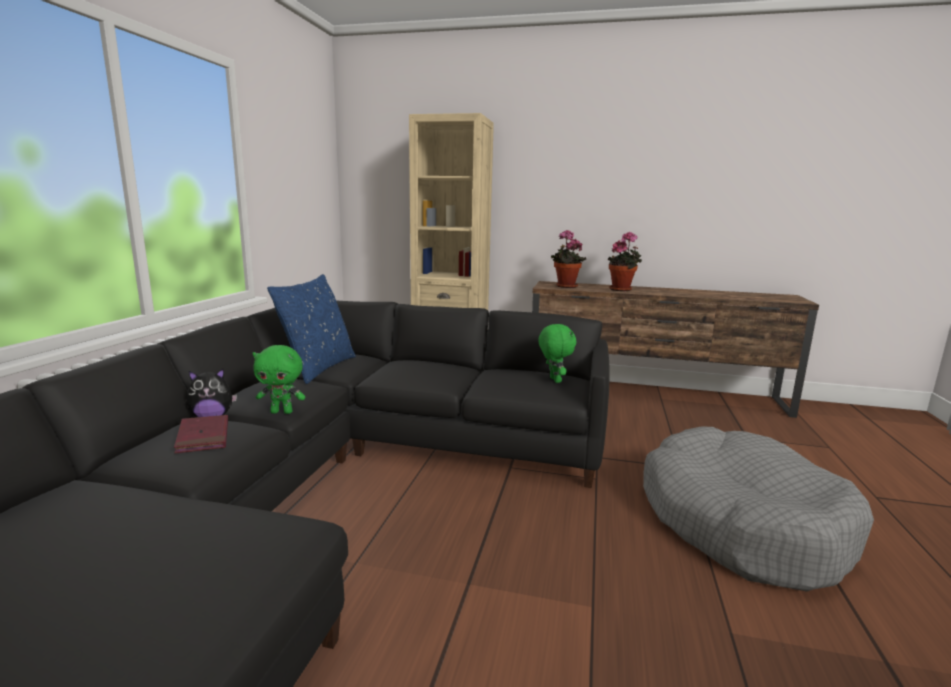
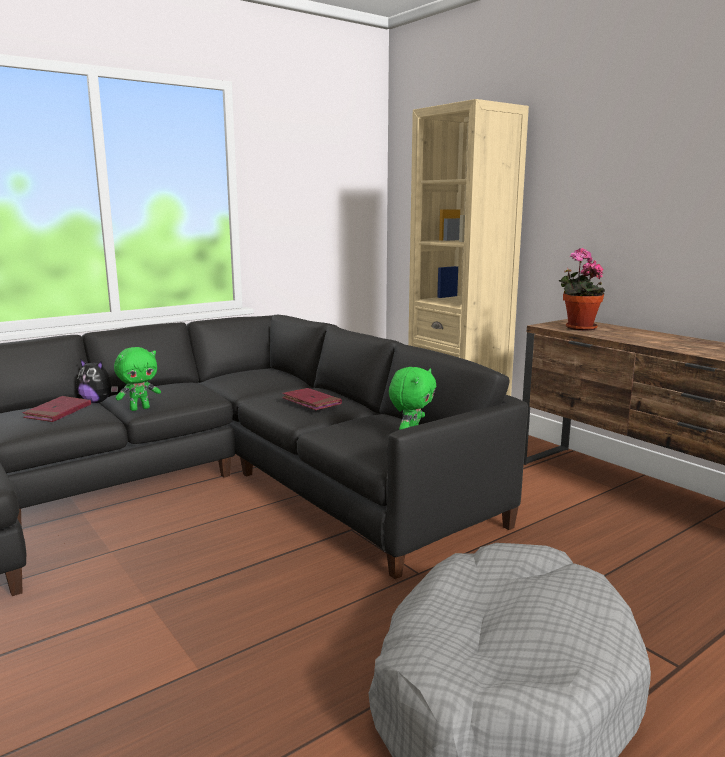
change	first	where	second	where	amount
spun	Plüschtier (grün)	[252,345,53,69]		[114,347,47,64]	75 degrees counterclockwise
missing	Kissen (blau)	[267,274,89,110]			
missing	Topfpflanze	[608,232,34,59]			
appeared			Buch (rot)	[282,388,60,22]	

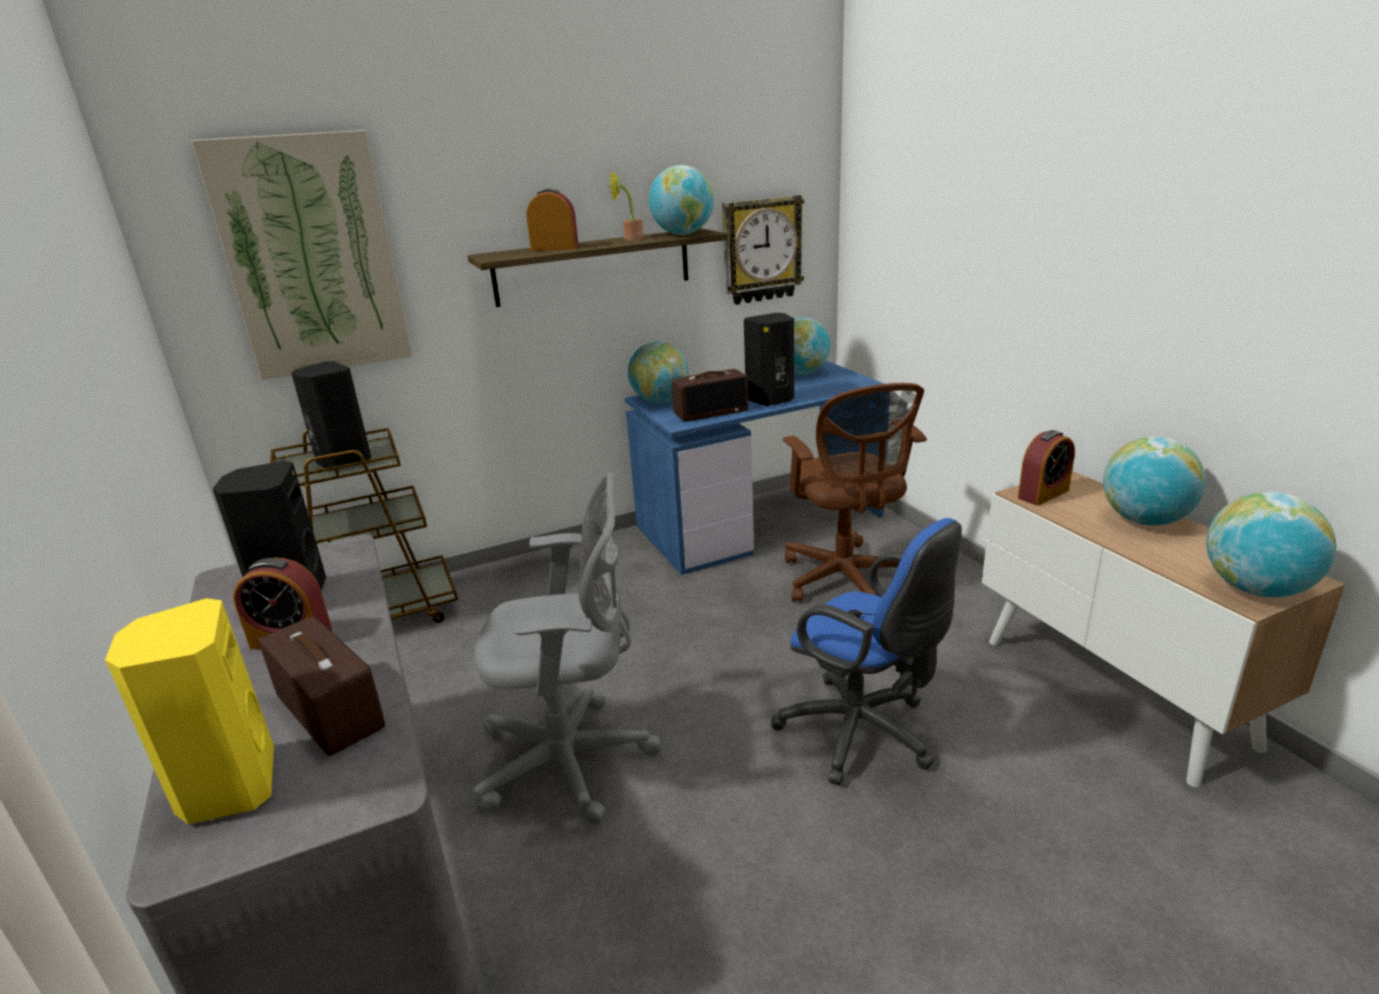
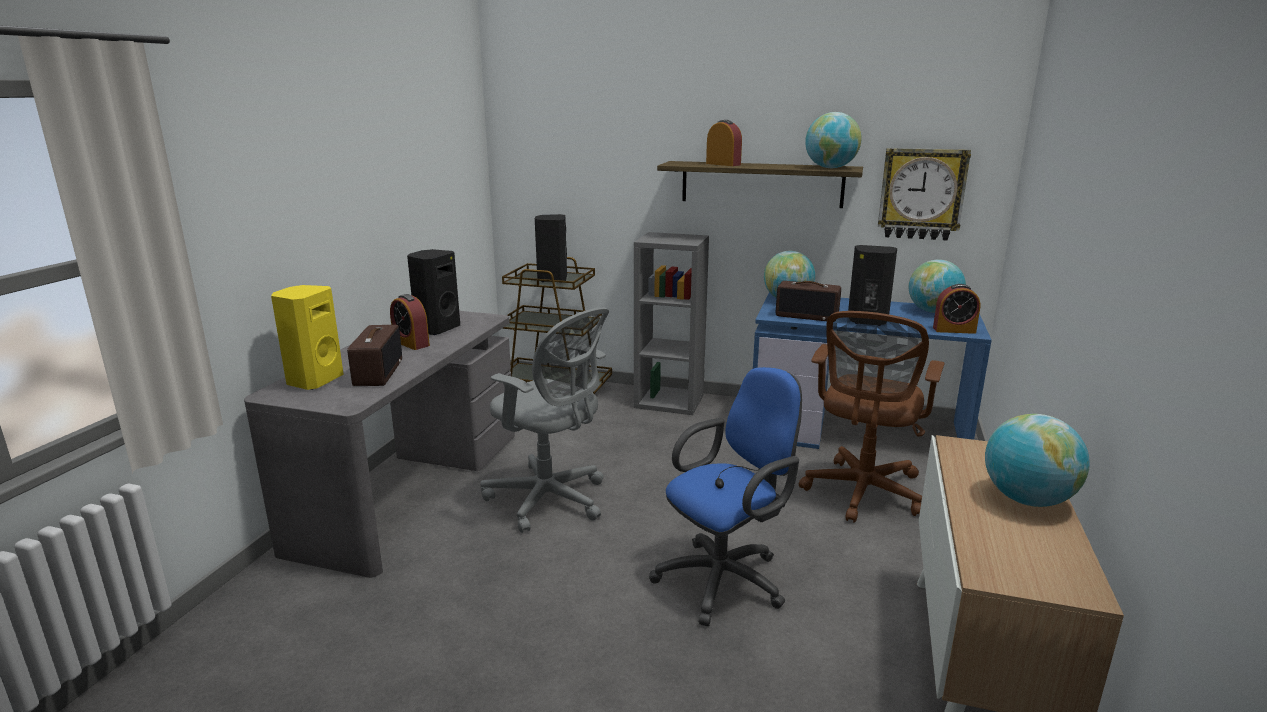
change	first	where	second	where	amount
missing	Bild	[191,130,221,250]			
missing	Topfpflanze	[608,171,36,69]			
spun	Bürostuhl (blau)	[771,518,191,267]		[649,367,153,259]	120 degrees counterclockwise
relocated	Wecker	[1018,430,57,76]		[933,284,47,50]	
missing	Globus	[1206,492,131,105]			
appeared			Bücherregal (grau)	[634,232,75,183]	

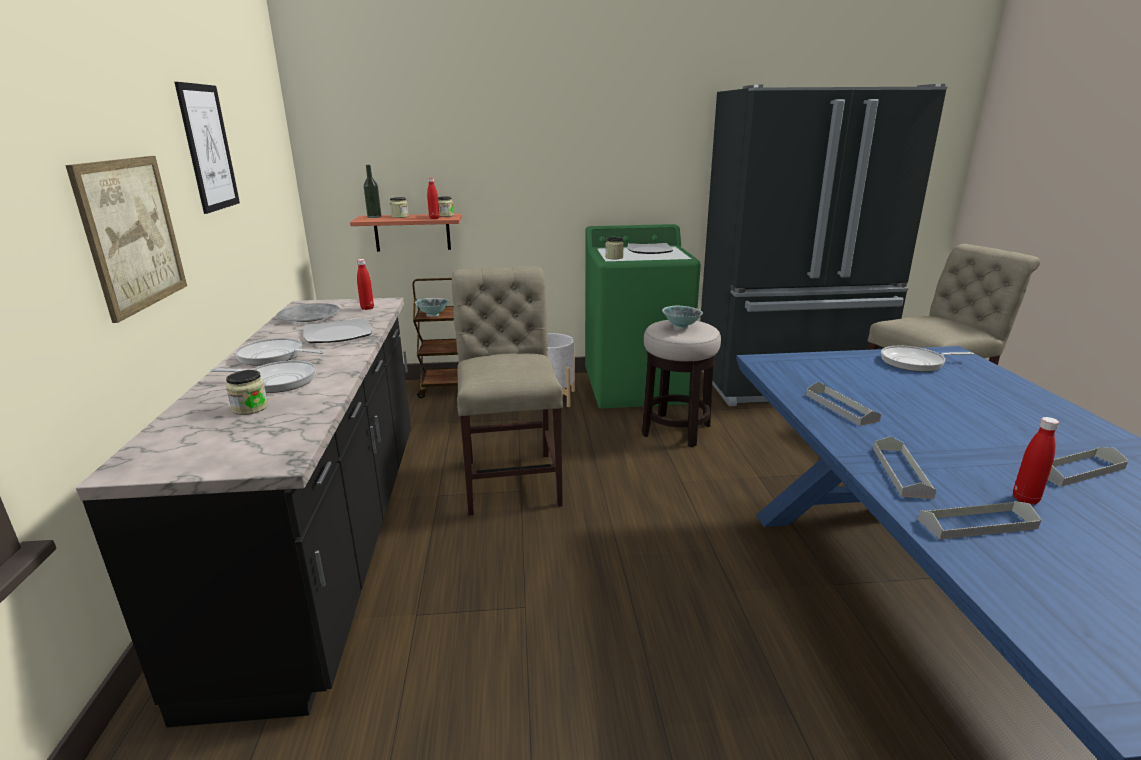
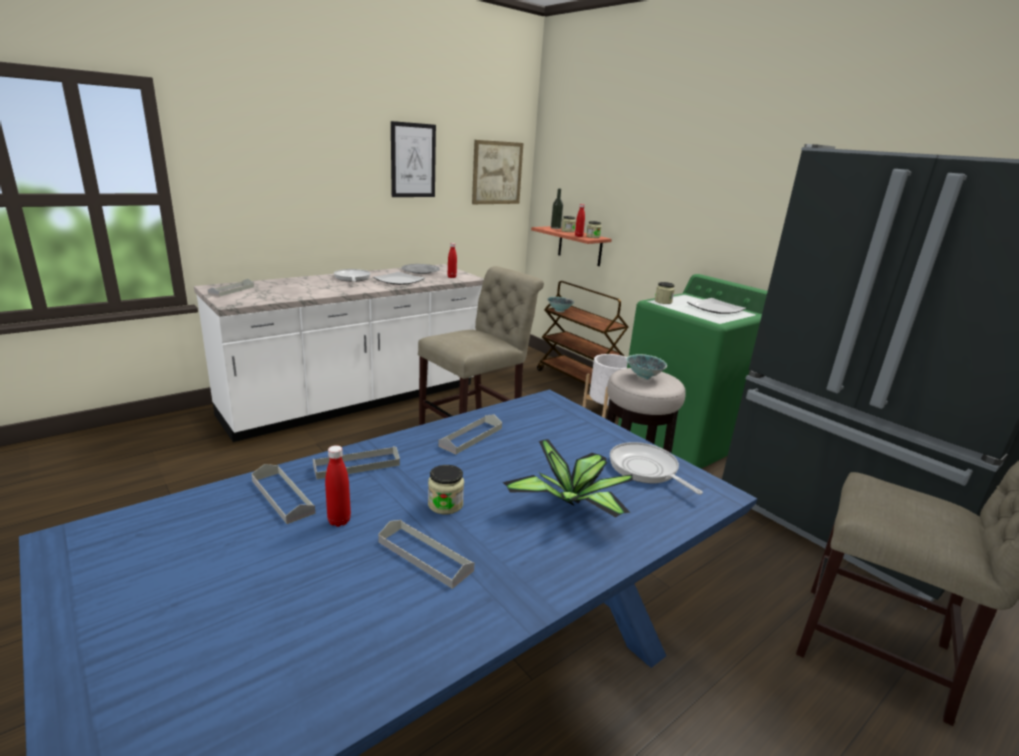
change	first	where	second	where	amount
relocated	Bild	[65,156,122,167]		[472,140,51,64]	
colour	Küchenzeile (schwarz)	[76,297,335,430]	Küchenzeile (weiß)	[194,264,290,178]	
missing	Pfanne	[210,360,106,33]			
relocated	Vorratsglas	[226,370,42,45]		[428,465,36,49]	
appeared			Tablett (grau)	[207,279,47,18]	
appeared			Topfpflanze	[502,439,131,79]	

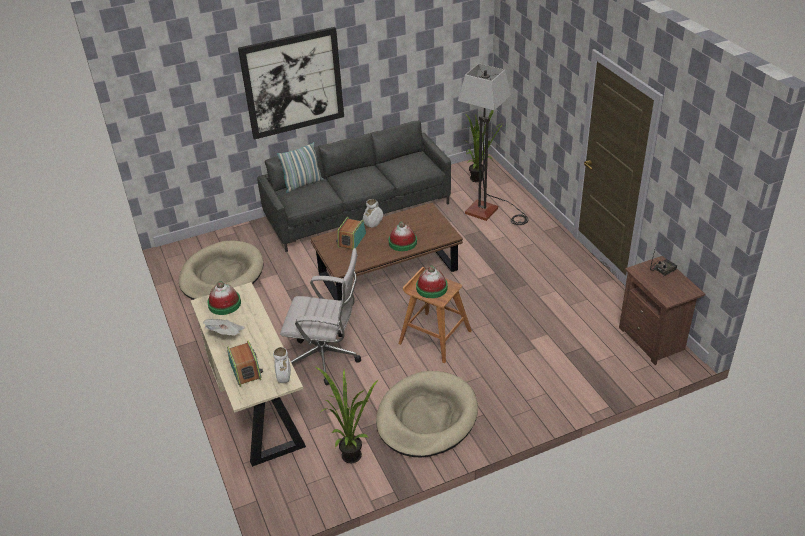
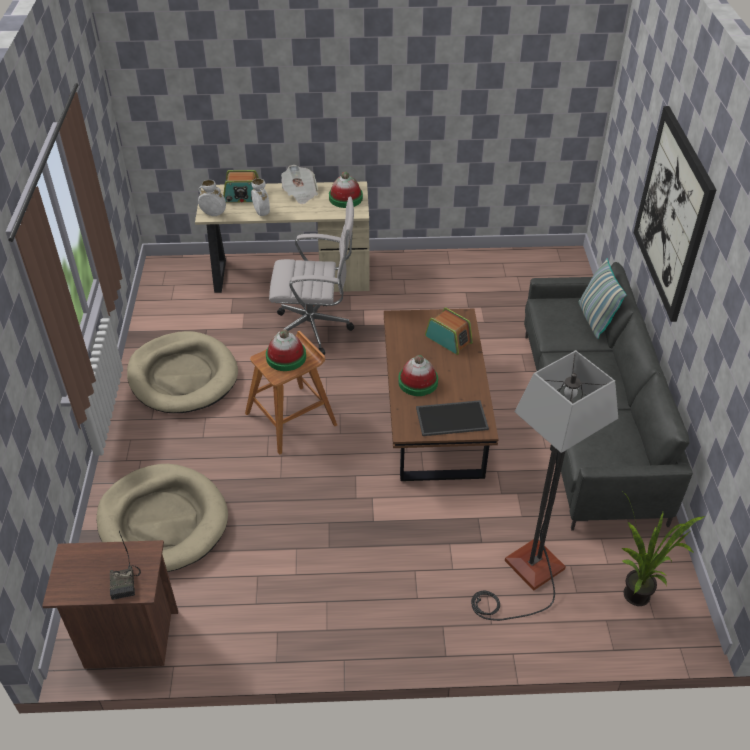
change	first	where	second	where	amount
relocated	Hundebett (beige)	[179,240,84,60]		[96,464,132,108]	
spun	Bürostuhl (weiß)	[280,248,81,137]		[269,197,85,158]	120 degrees counterclockwise
missing	Topfpflanze	[314,366,64,97]			
relocated	Vase (weiß)	[363,199,20,29]		[251,178,19,38]	
appeared			Tablett	[416,400,73,36]	

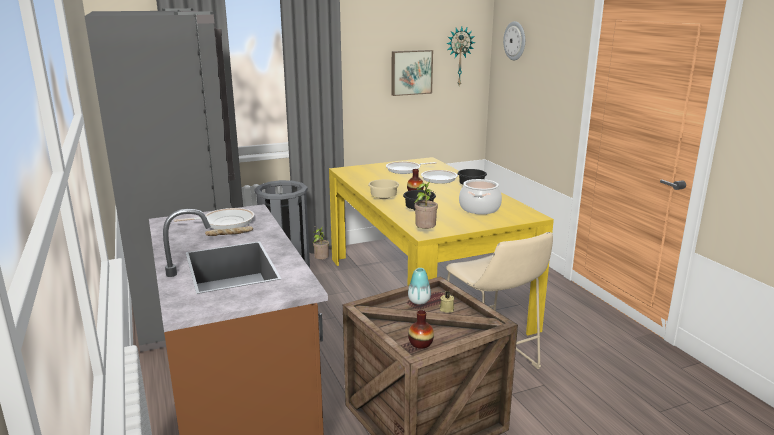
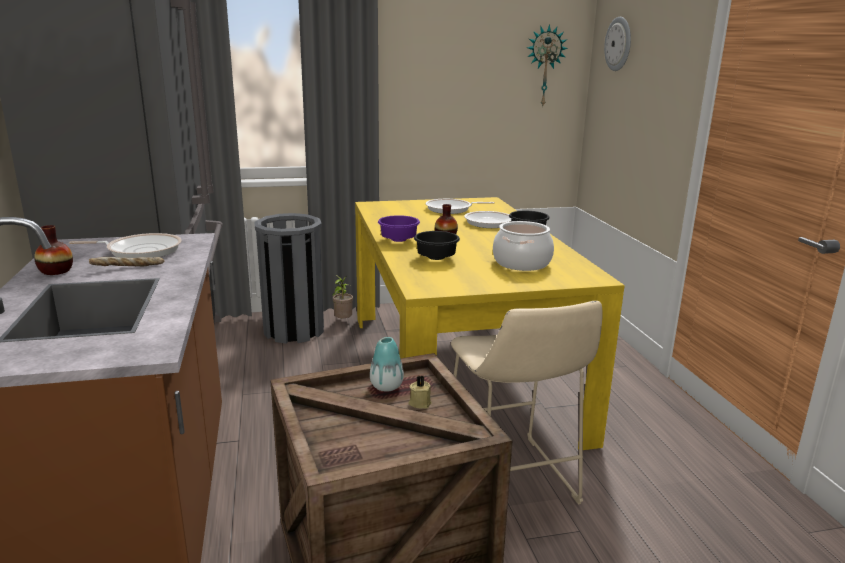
change	first	where	second	where	amount
colour	Schüssel (beige)	[368,179,31,20]	Schüssel (lila)	[378,215,42,27]	
missing	Bild	[392,50,41,46]			
relocated	Vase	[408,310,26,39]		[34,225,39,50]	
missing	Topfpflanze	[414,179,24,50]			

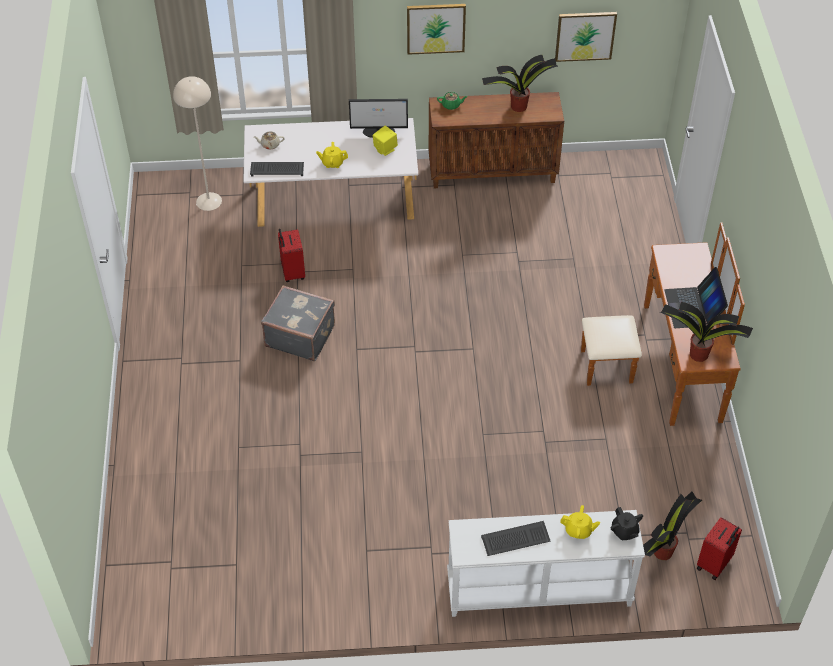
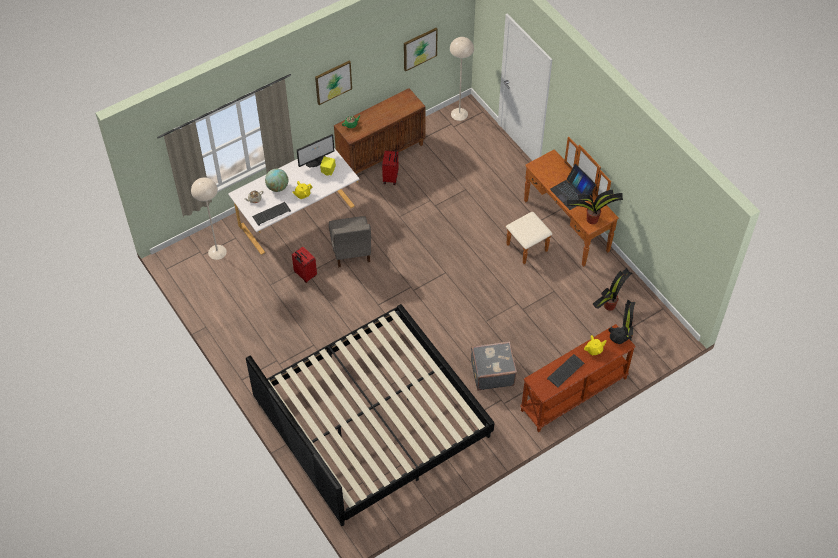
change	first	where	second	where	amount
relocated	Koffer (grau)	[261,285,74,76]		[471,341,46,50]	
colour	Konsolentisch (weiß)	[447,510,198,107]	Konsolentisch (braun)	[521,324,115,108]	
relocated	Topfpflanze	[482,55,76,57]		[593,268,39,43]	
relocated	Koffer (rot)	[697,517,45,63]		[382,150,17,35]	
appeared			Bett	[246,304,248,222]	
appeared			Globus	[265,169,23,23]	
appeared			Stuhl (grau)	[329,216,42,52]	
appeared			Stehlampe (beige)	[450,37,24,84]	

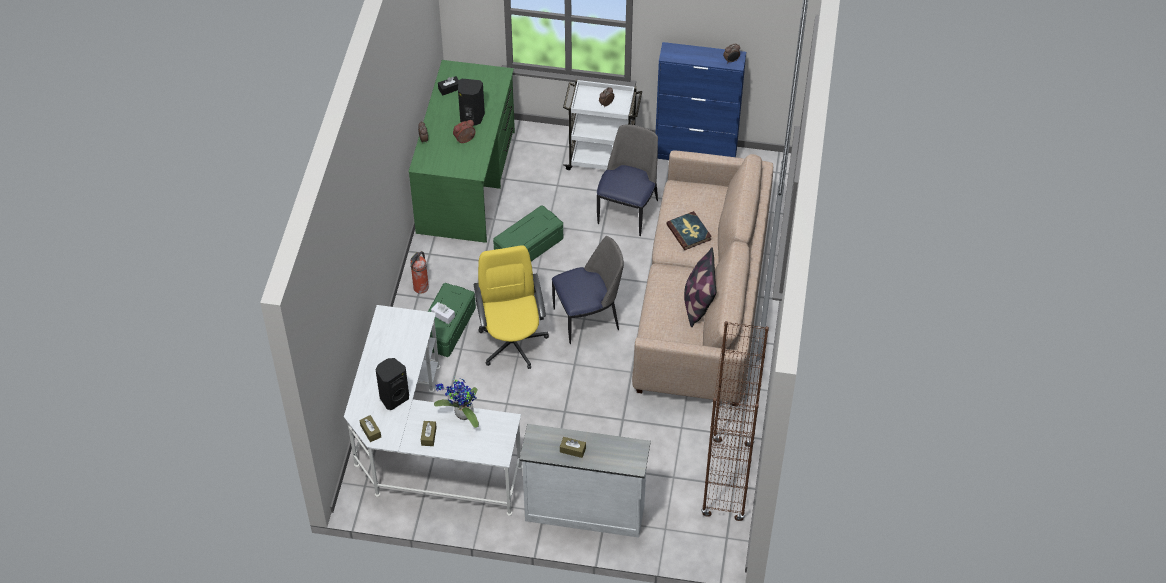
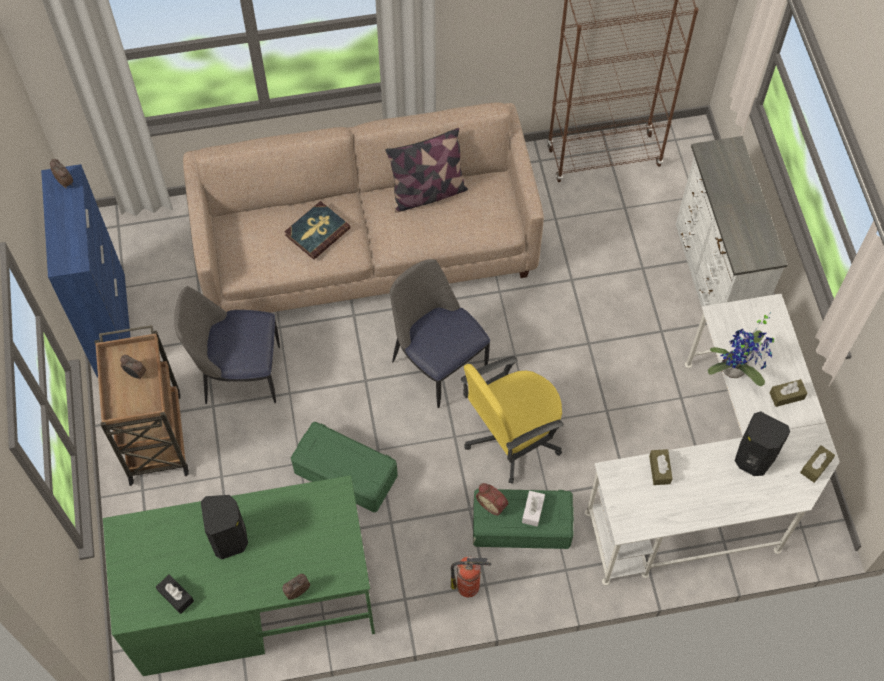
change	first	where	second	where	amount
relocated	Wecker	[453,120,23,23]		[476,483,32,32]	
relocated	Taschentuchbox (braun)	[560,437,26,21]		[649,449,24,36]	
colour	Rollwagen (weiß)	[563,79,79,91]	Rollwagen (braun)	[94,325,95,161]	

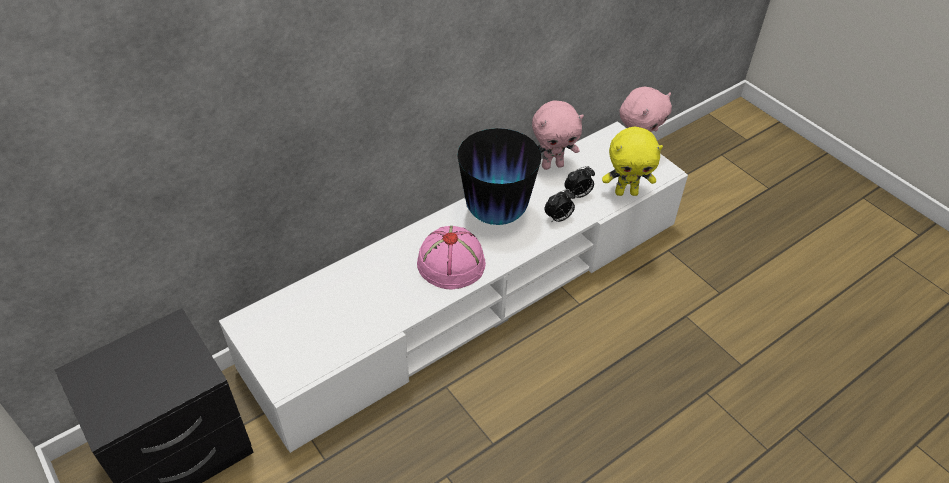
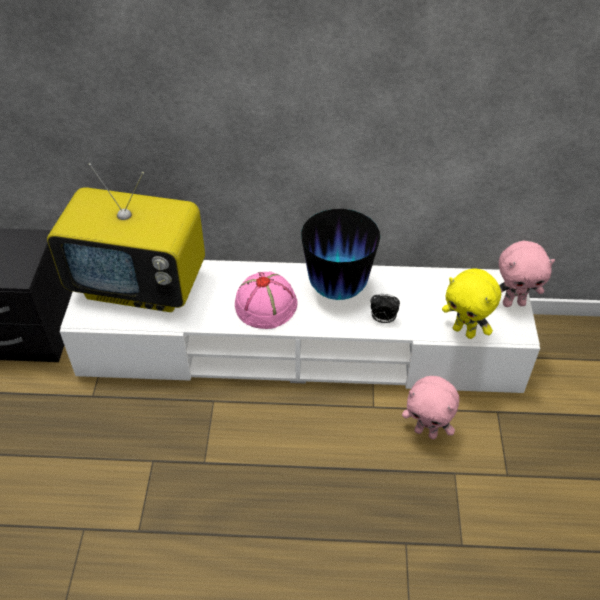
change	first	where	second	where	amount
relocated	Plüschtier (rosa)	[532,101,52,69]		[402,376,57,63]	
missing	Wecker	[565,166,30,32]			
appeared			Fernseher	[47,163,158,149]	

